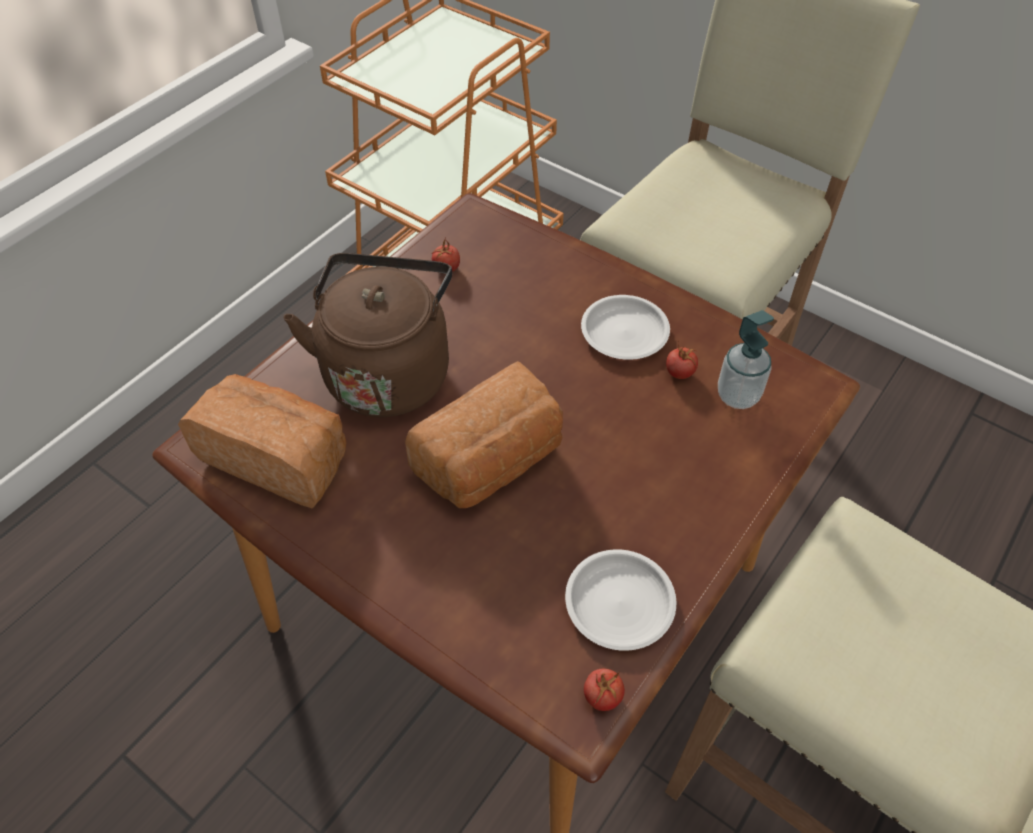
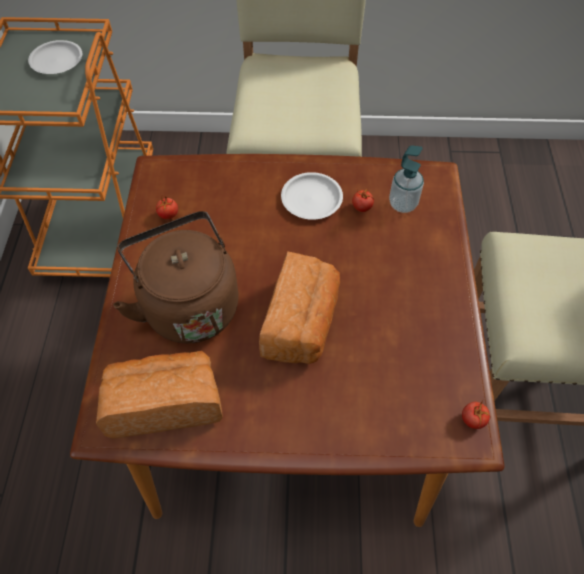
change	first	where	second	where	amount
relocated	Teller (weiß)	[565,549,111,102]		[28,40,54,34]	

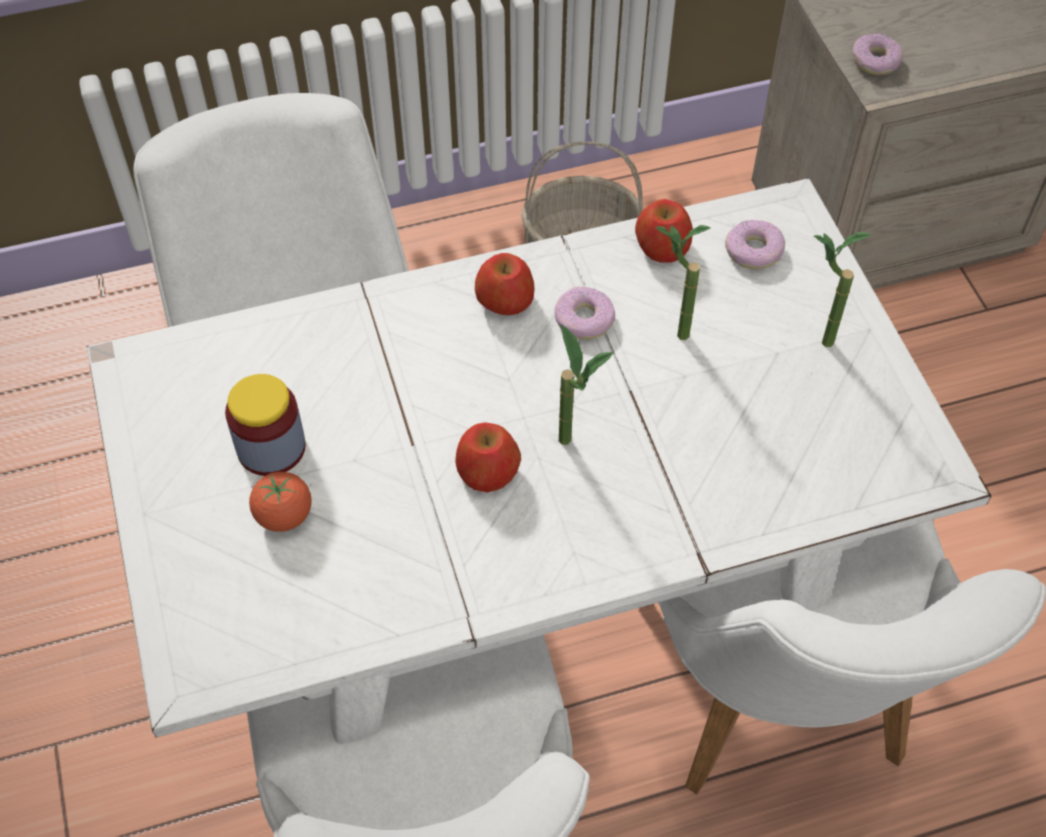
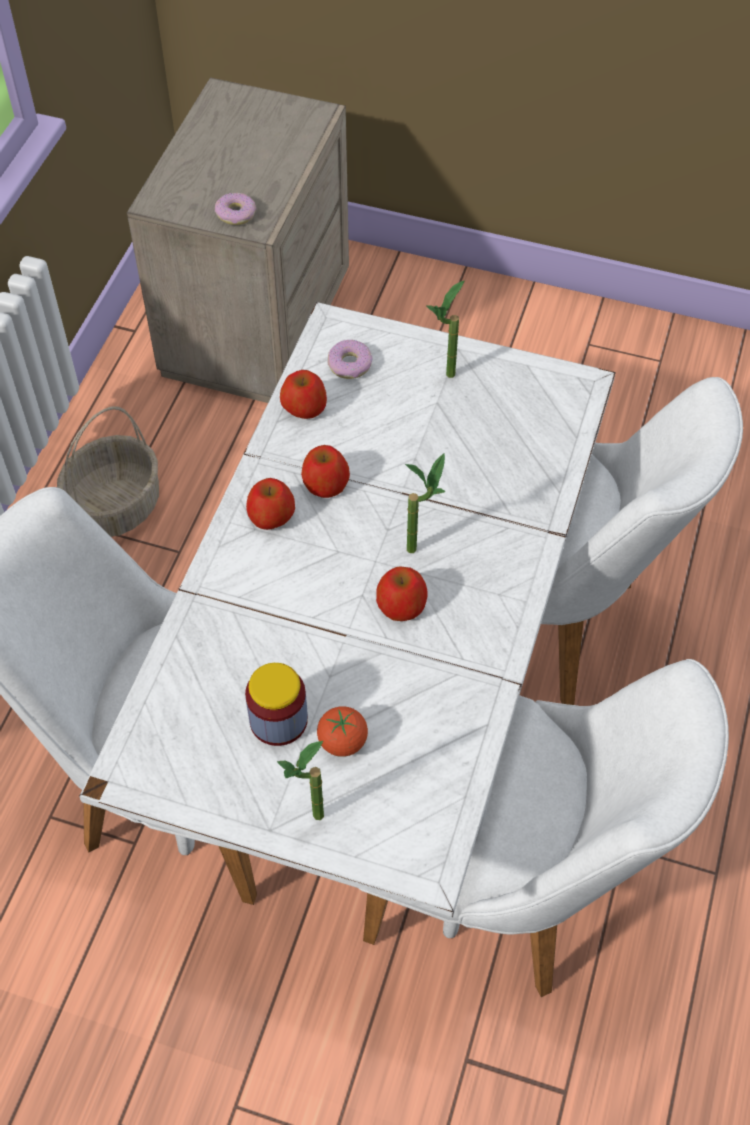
change	first	where	second	where	amount
exchanged	Donut	[555,287,60,52]	Apfel	[301,445,49,53]	
relocated	Topfpflanze	[655,225,56,115]		[277,741,47,79]	

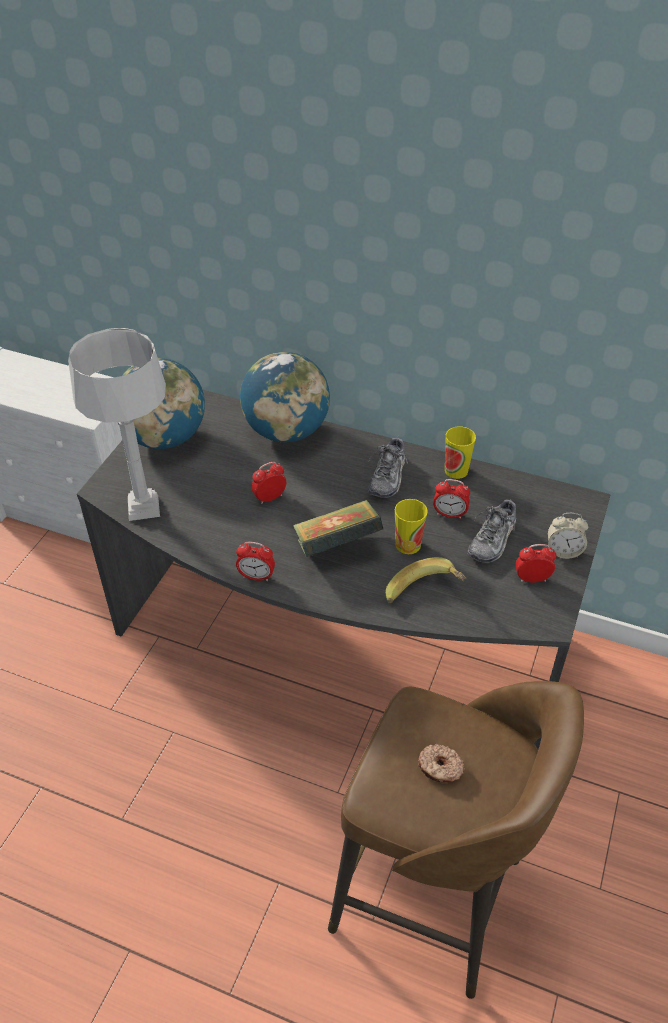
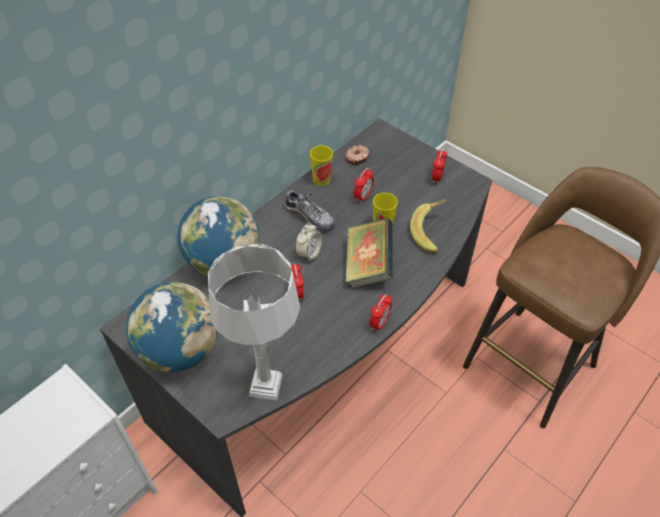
change	first	where	second	where	amount
relocated	Donut	[418,744,47,39]		[345,145,25,20]	
missing	Schuh	[467,498,49,65]			
relocated	Wecker	[548,513,41,46]		[295,223,27,39]	

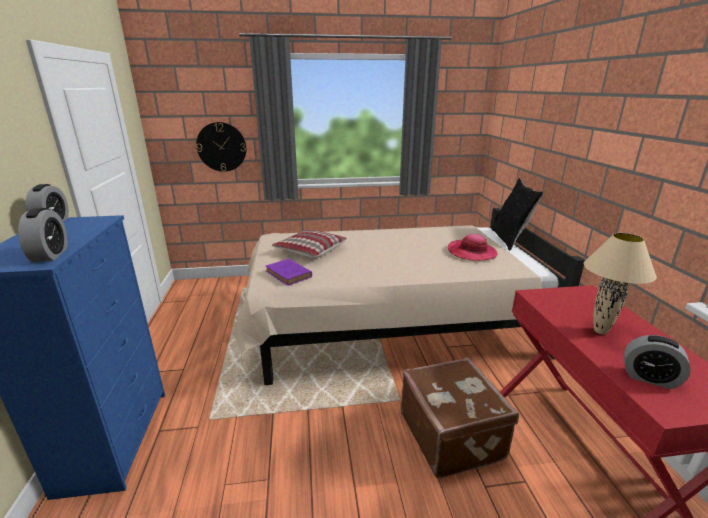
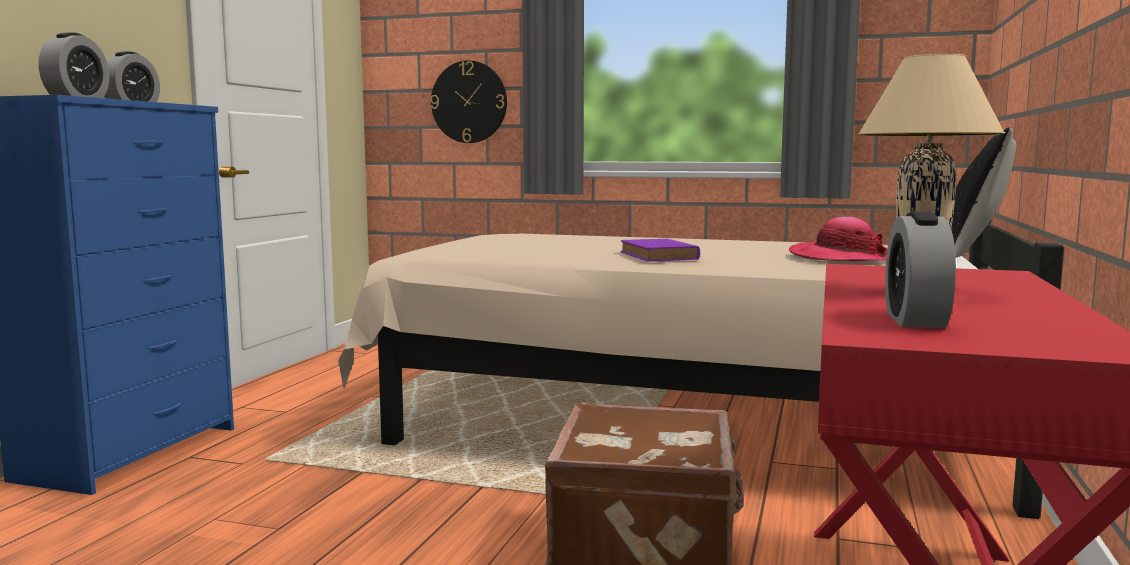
change	first	where	second	where	amount
relocated	Buch (lila)	[266,259,46,27]		[620,238,80,24]	
missing	Kissen	[272,229,75,29]			
spun	Wecker	[624,335,67,54]		[885,211,71,117]	45 degrees clockwise

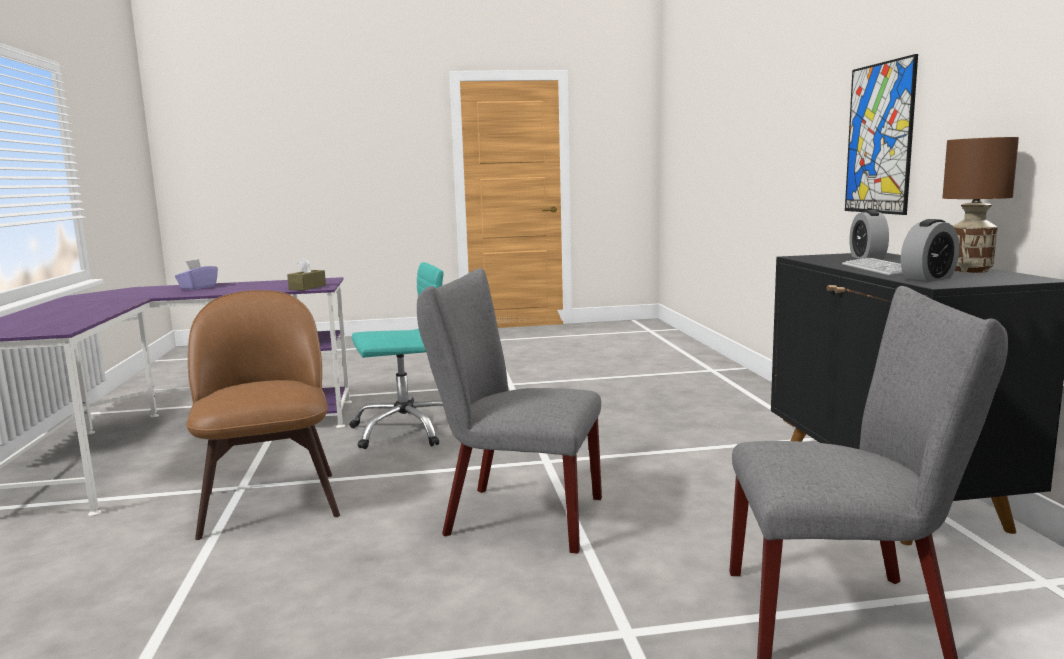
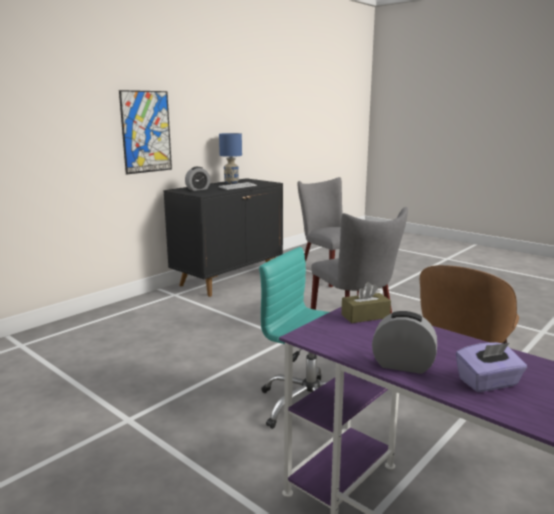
change	first	where	second	where	amount
relocated	Wecker	[901,219,58,63]		[372,311,65,63]	
colour	Tischlampe (braun)	[942,137,77,136]	Tischlampe (blau)	[219,133,23,50]	

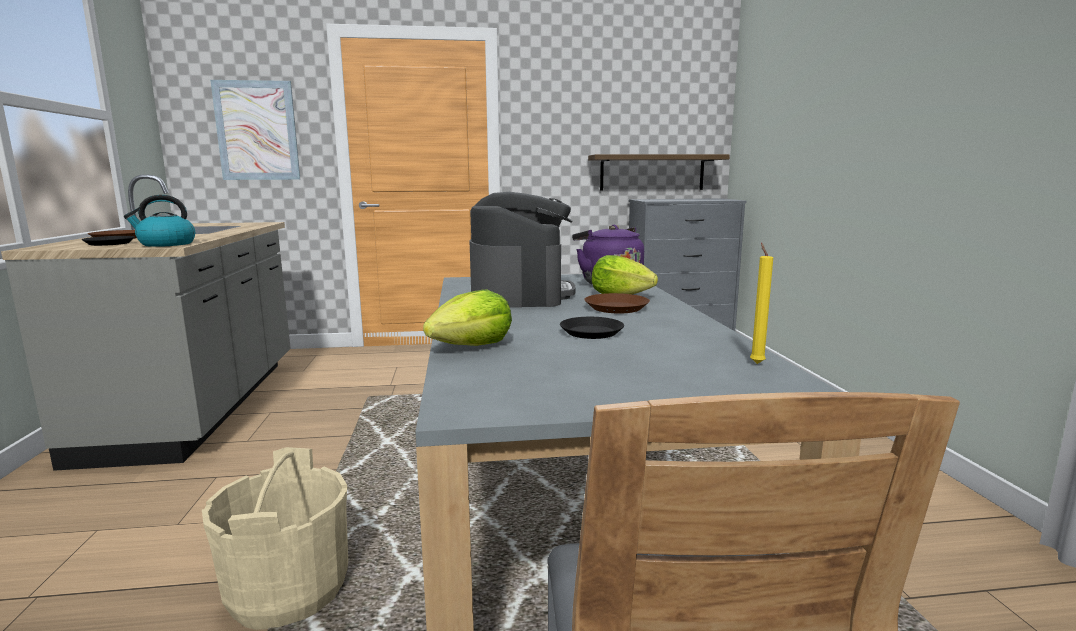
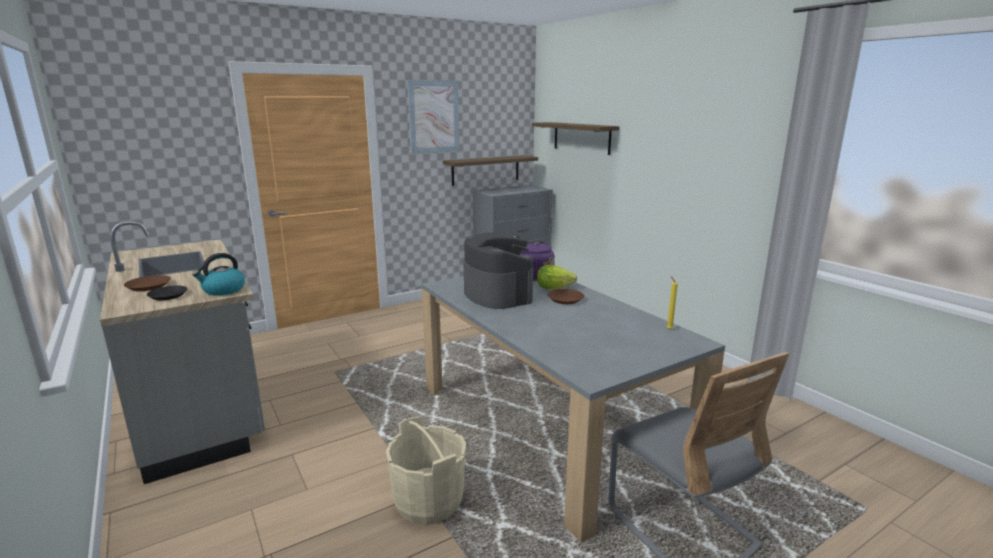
change	first	where	second	where	amount
relocated	Bild	[210,80,90,100]		[407,80,52,74]	
missing	Salatkopf	[423,289,89,57]			
missing	Teller (schwarz)	[560,317,64,22]			
appeared			Wandregal	[532,122,87,33]	

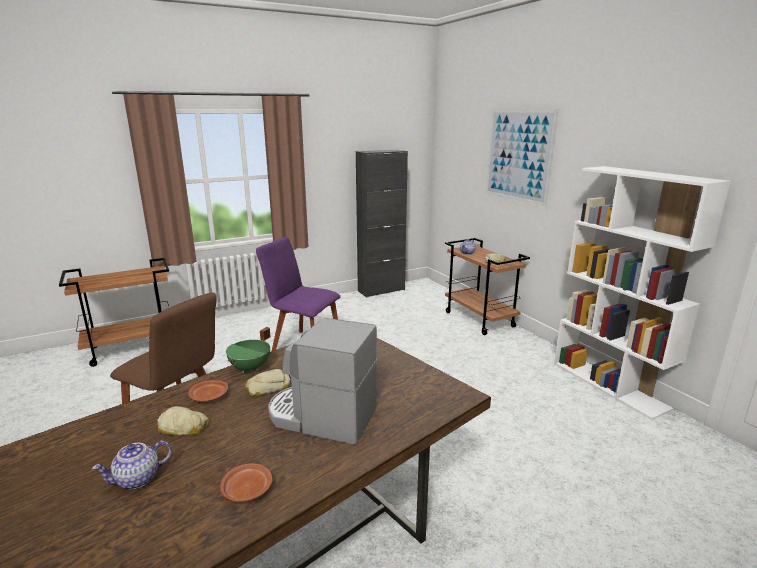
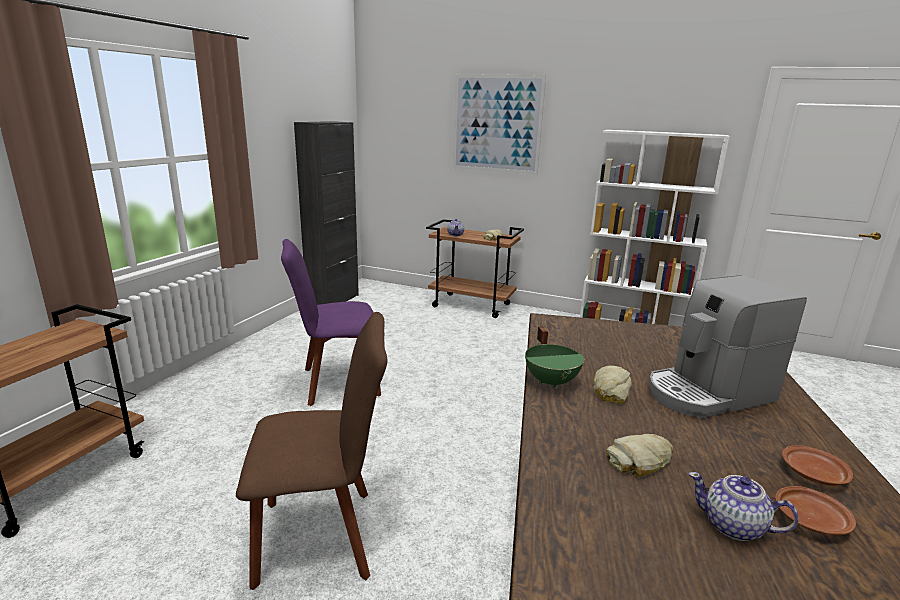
change	first	where	second	where	amount
spun	Teekanne	[92,441,80,48]		[689,472,110,69]	105 degrees clockwise
relocated	Teller (braun)	[188,380,40,22]		[775,486,81,49]	

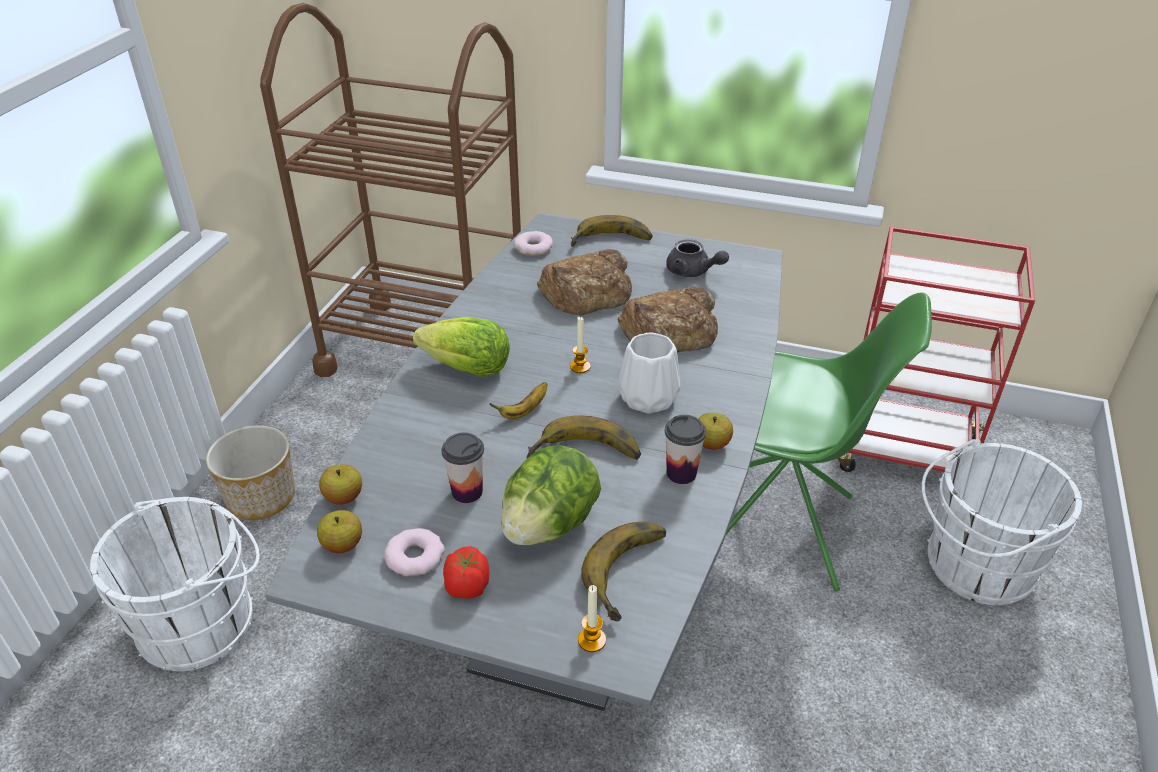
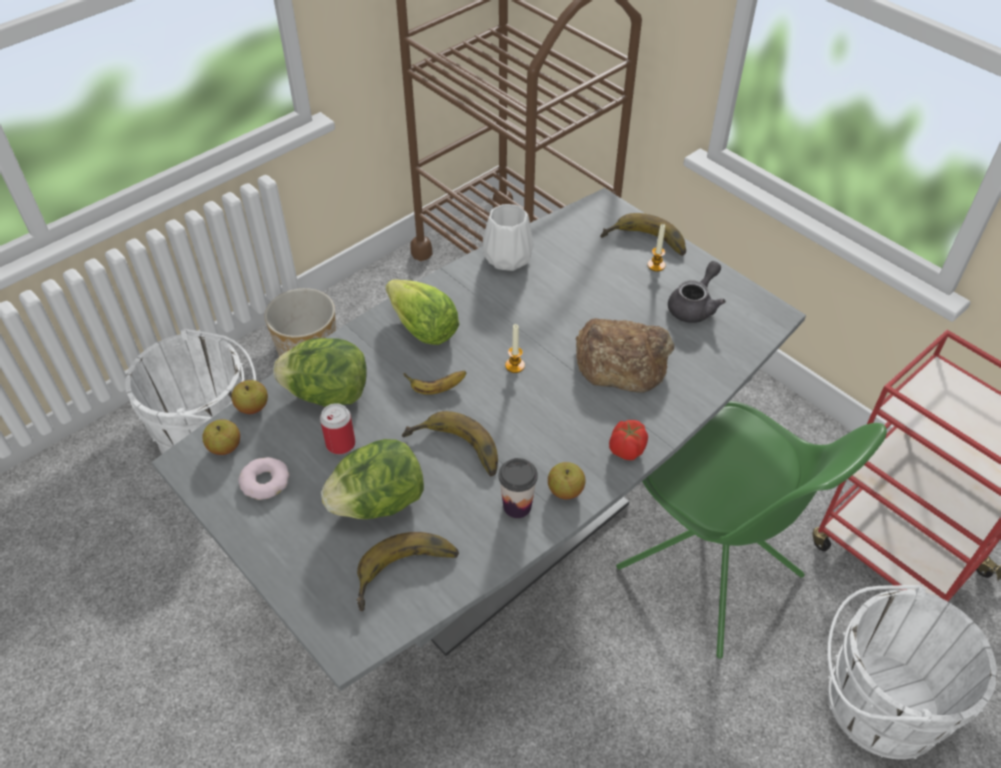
change	first	where	second	where	amount
exchanged	Tasse	[442,432,42,71]	Dose	[320,403,35,51]	
relocated	Tomate	[443,546,47,53]		[609,420,39,40]	
missing	Donut	[514,231,39,25]			
missing	Brot	[537,249,95,66]			
relocated	Kerze	[578,585,28,67]		[647,224,18,48]	
relocated	Vase (weiß)	[618,332,62,82]		[483,204,51,67]	
spun	Teekanne (grau)	[666,239,63,38]		[668,261,58,62]	120 degrees counterclockwise
appeared			Salatkopf	[273,338,94,69]	

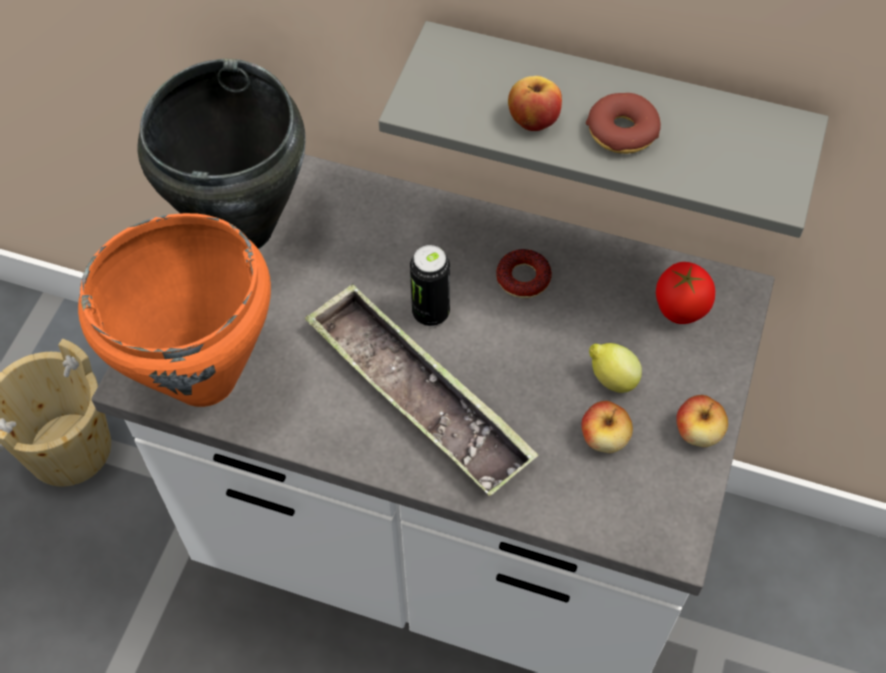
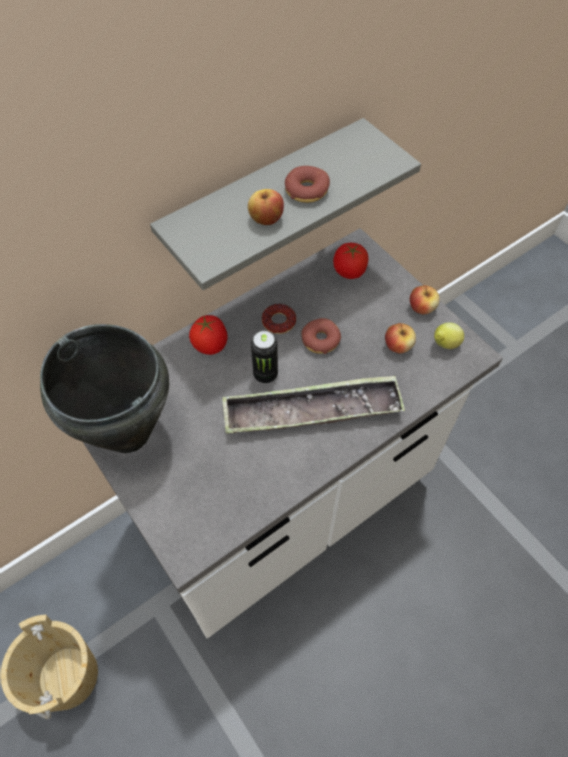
change	first	where	second	where	amount
missing	Kochtopf (orange)	[78,213,193,194]			
relocated	Zitrone	[589,343,53,50]		[434,322,30,27]	
appeared			Tomate	[189,315,38,40]	
appeared			Donut	[302,318,39,36]	

